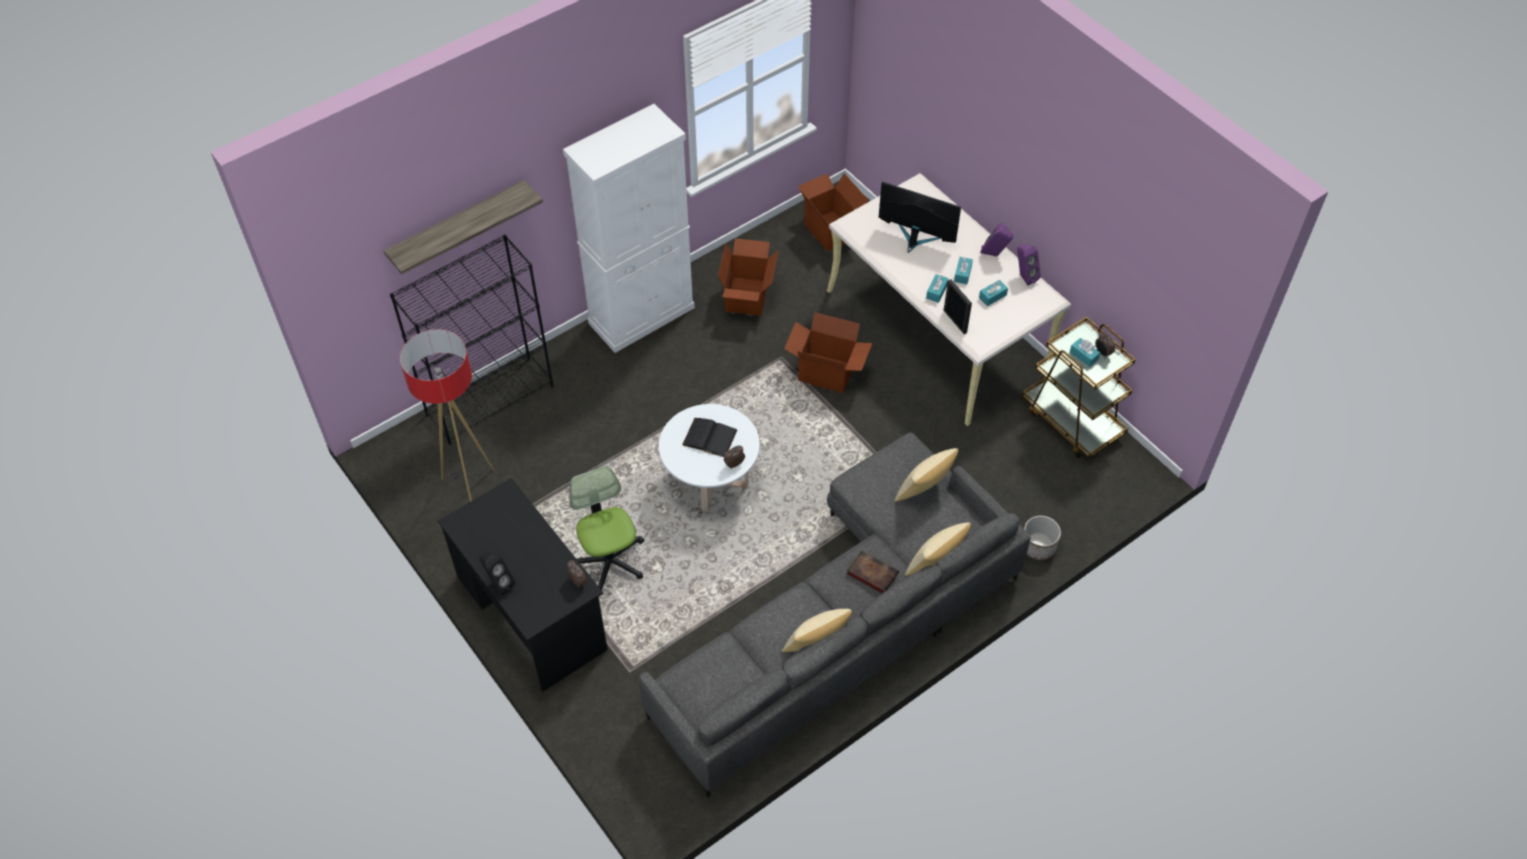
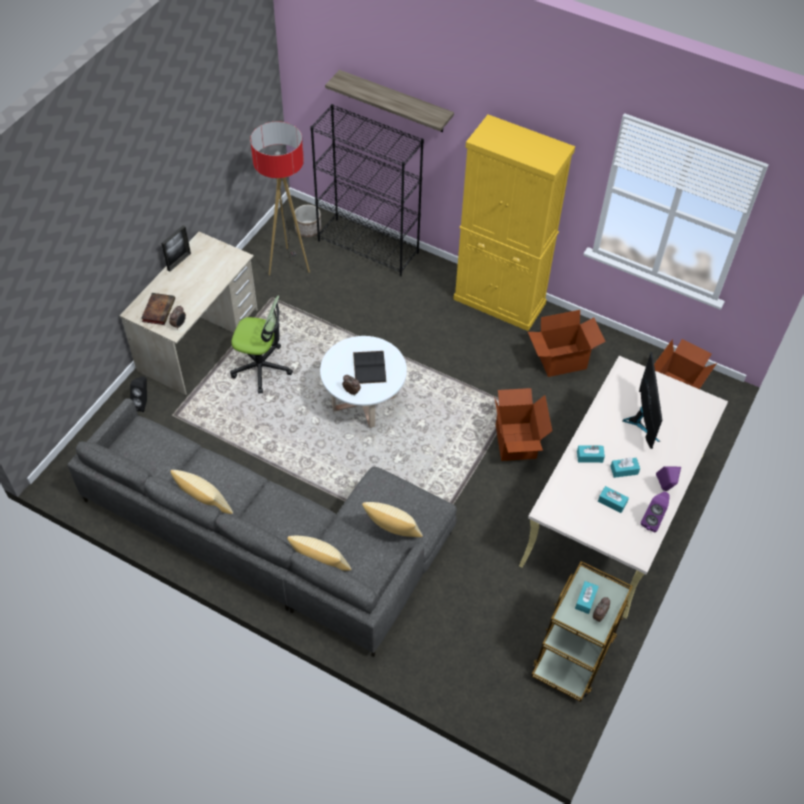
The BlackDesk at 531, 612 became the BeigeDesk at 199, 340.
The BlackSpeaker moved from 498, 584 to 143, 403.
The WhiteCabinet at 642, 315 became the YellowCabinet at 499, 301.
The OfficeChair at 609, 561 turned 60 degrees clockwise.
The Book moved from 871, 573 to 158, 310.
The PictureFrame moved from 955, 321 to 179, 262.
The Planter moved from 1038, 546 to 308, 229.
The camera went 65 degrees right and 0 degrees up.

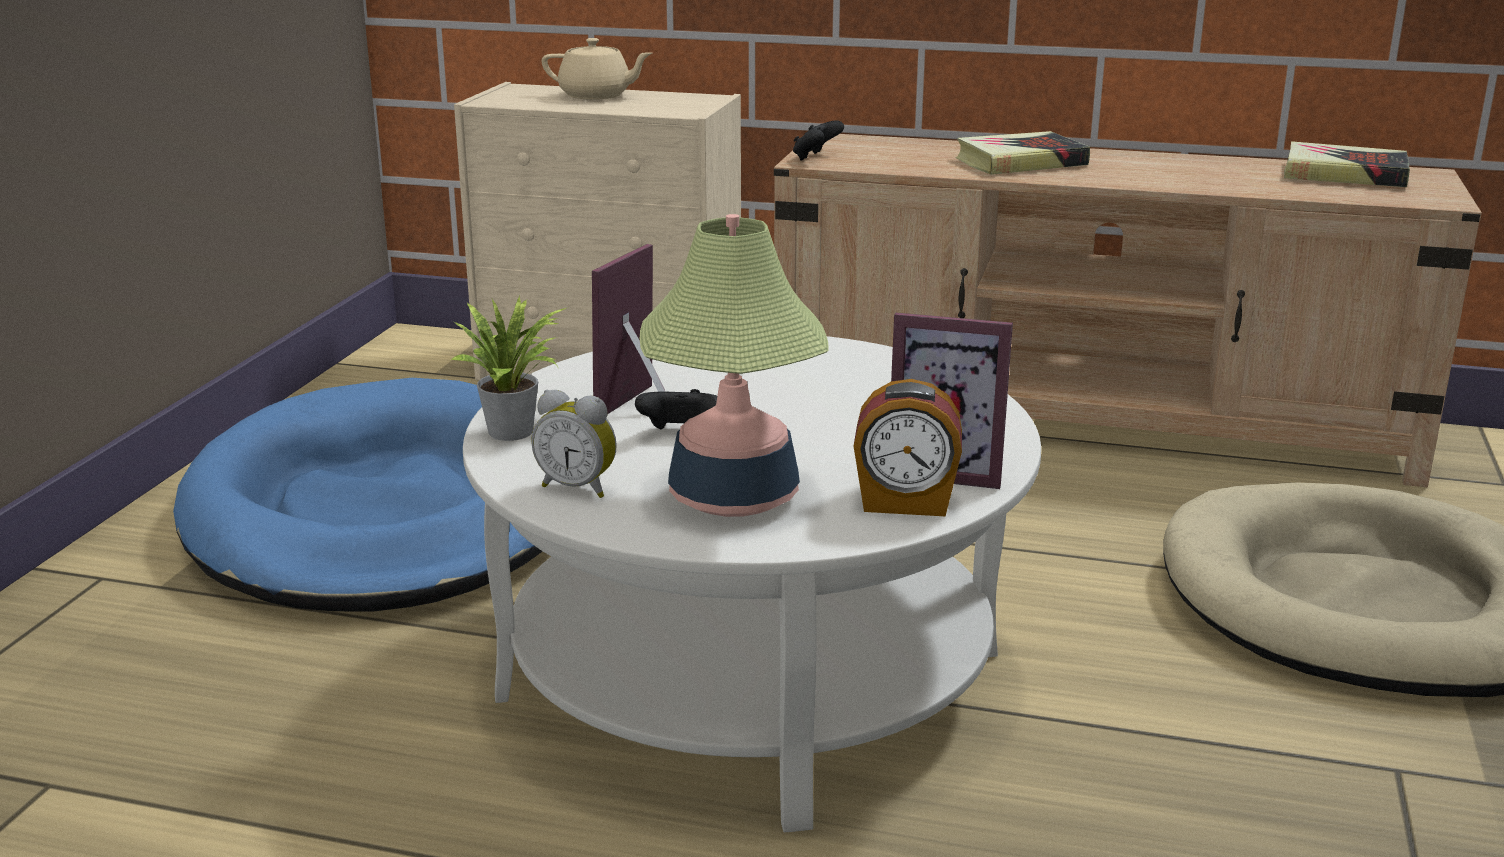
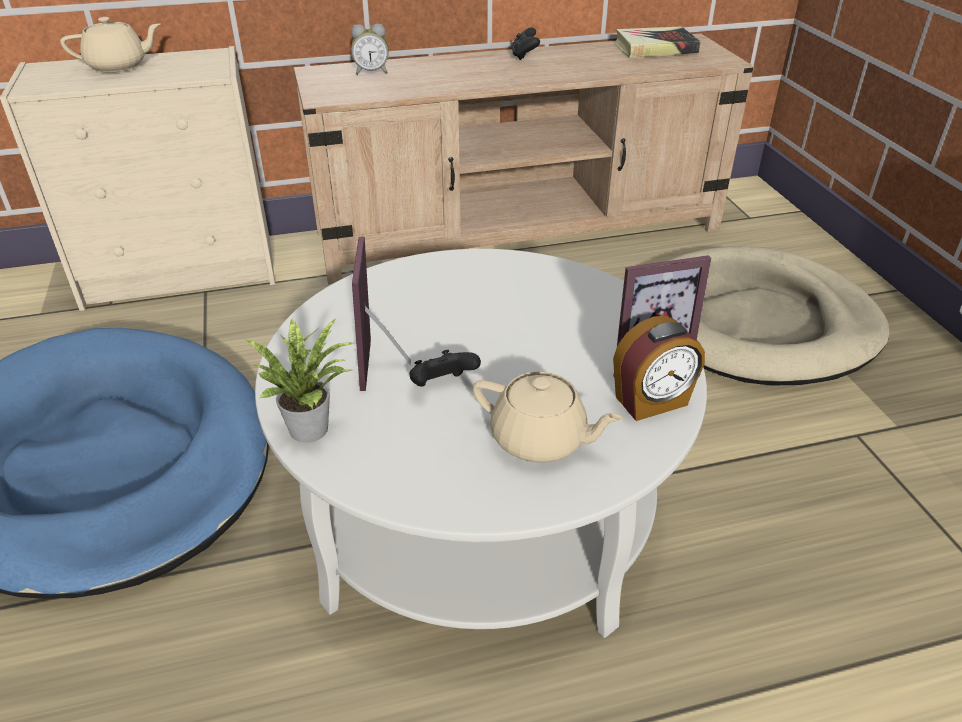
The AlarmClock moved from 578, 487 to 371, 72.
The TableLamp at 734, 497 was replaced by the BeigeTeapot at 540, 440.
The BlackGameController moved from 816, 158 to 524, 56.
The Book at 1020, 162 disappeared.
The camera went 30 degrees left and 15 degrees up.

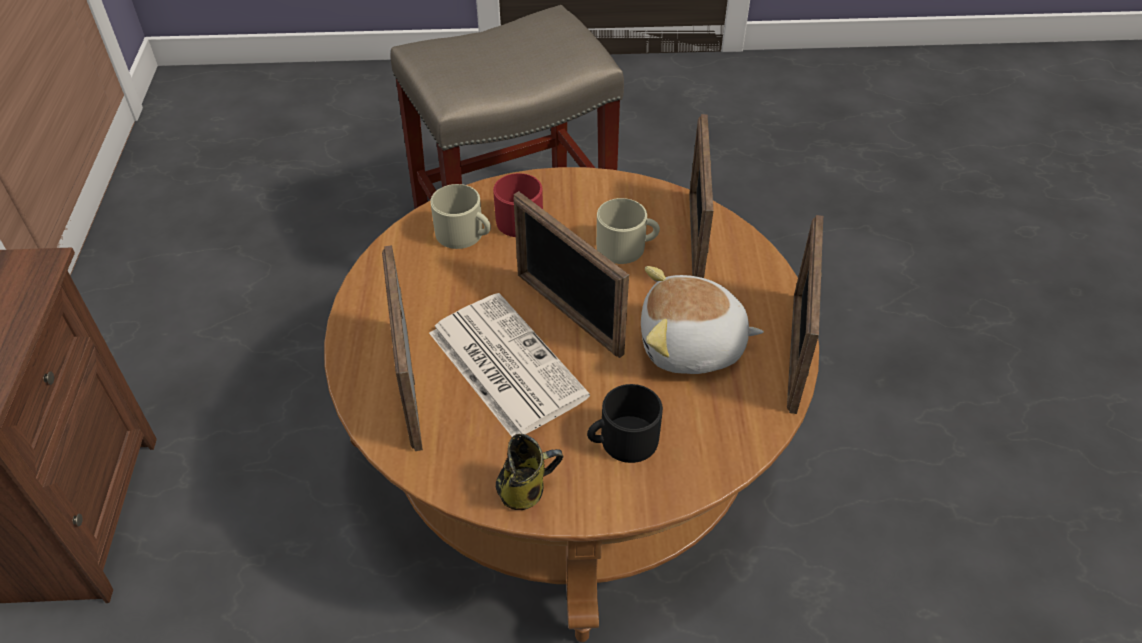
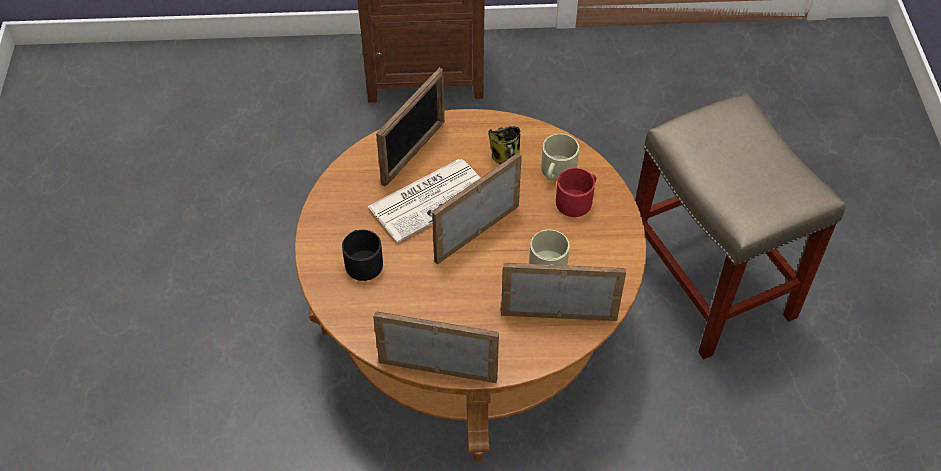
The PictureFrame at 409, 385 turned 135 degrees clockwise.
The Mug moved from 525, 490 to 506, 158.
The PlushToy at 692, 347 disappeared.
The camera went 90 degrees right and 5 degrees up.

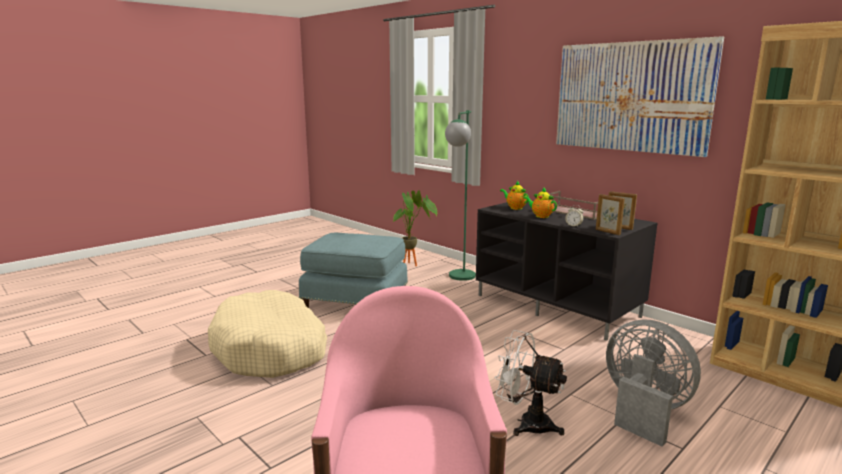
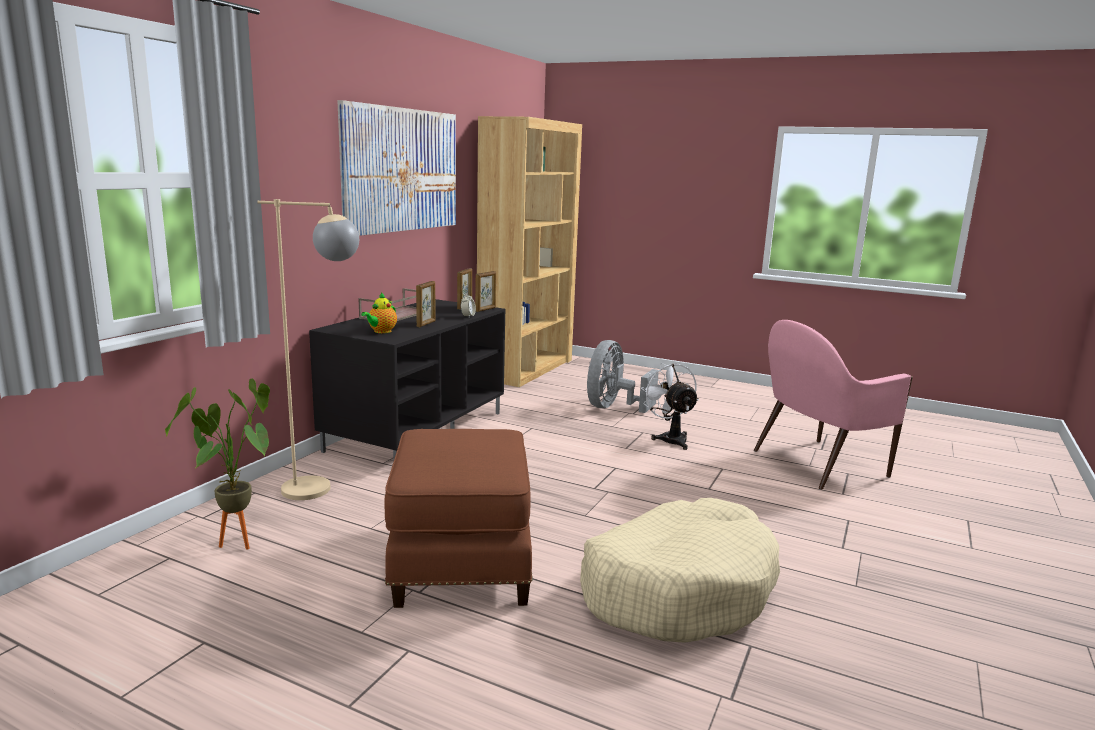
The BlueOttoman at 356, 301 became the BrownOttoman at 460, 560.
The GreenFloorLamp at 459, 279 became the BeigeFloorLamp at 323, 490.
The WhiteFan at 526, 423 turned 150 degrees clockwise.
The Teapot at 540, 216 was replaced by the PictureFrame at 426, 324.
The camera went 110 degrees left and 0 degrees up.

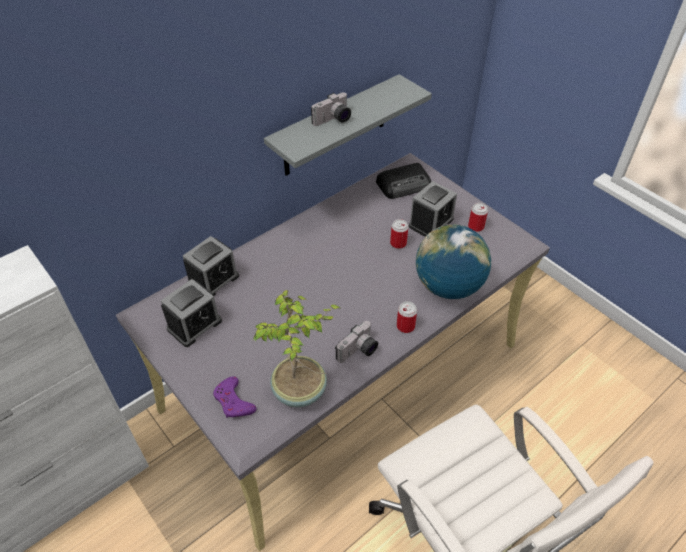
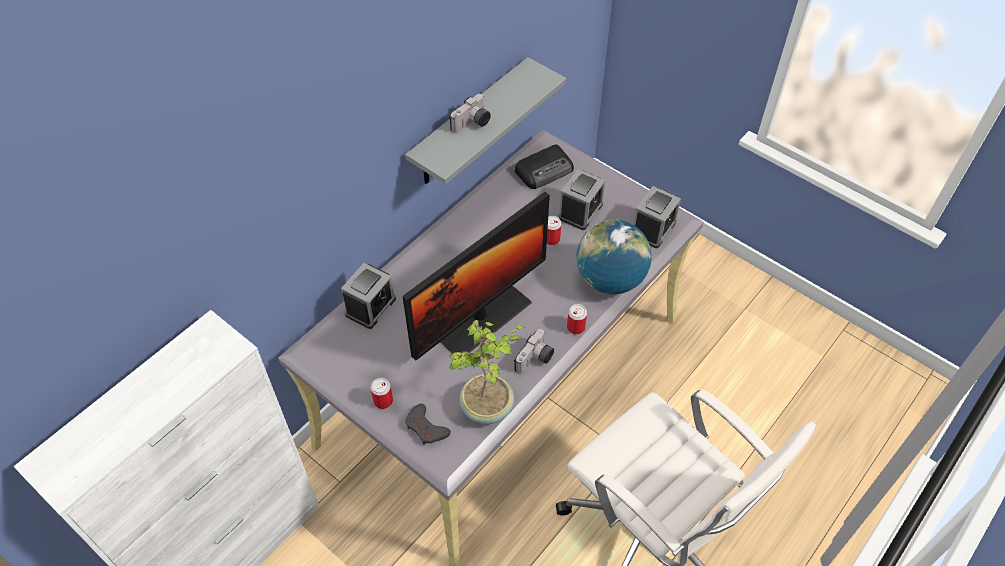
The AlarmClock moved from 194, 325 to 653, 228.
The PurpleGameController at 234, 401 became the GreyGameController at 426, 428.
The Can moved from 476, 227 to 383, 401.
The Monitor at 481, 317 appeared.
The camera went 10 degrees left and 5 degrees up.

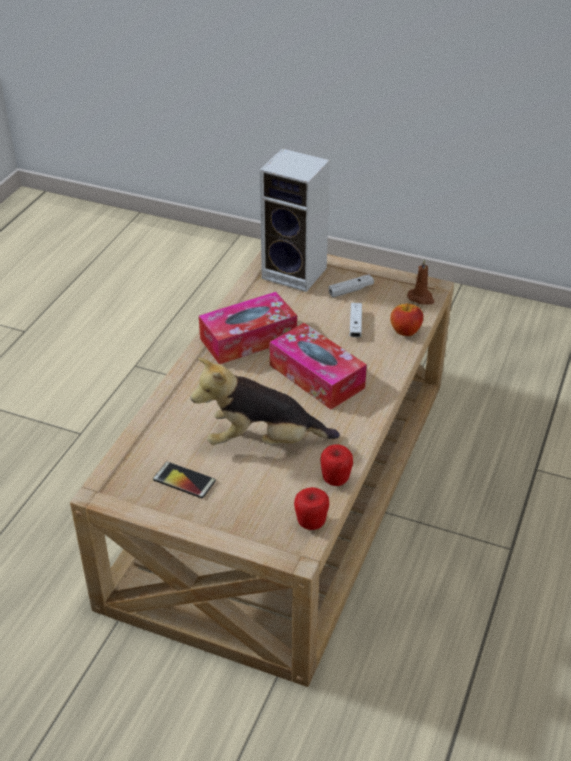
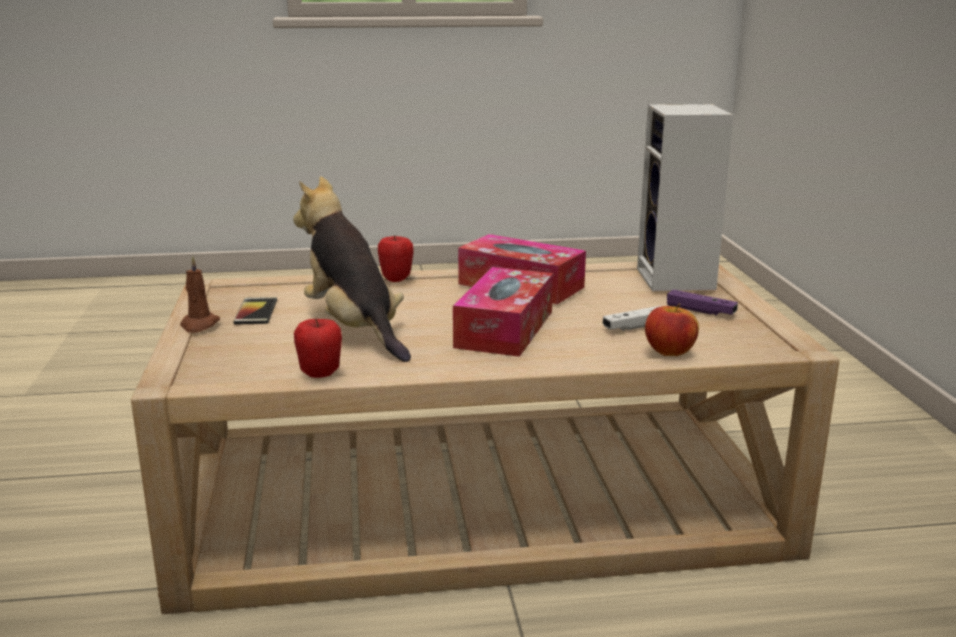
The Apple moved from 311, 523 to 396, 279.
The WhiteGameController at 351, 290 became the PurpleGameController at 700, 311.
The BrownCandle moved from 421, 298 to 199, 325.
The camera went 60 degrees right and 20 degrees down.

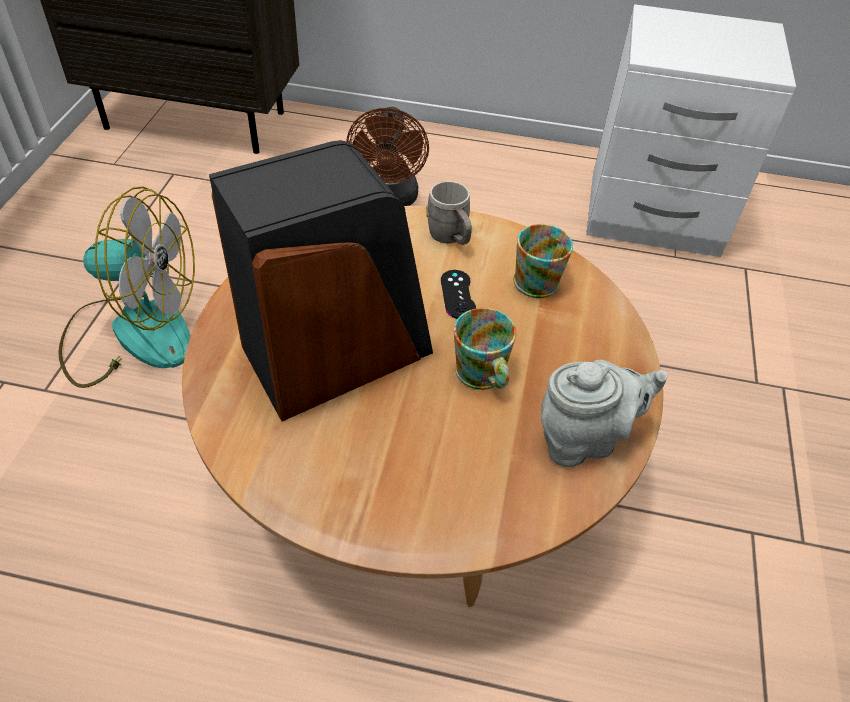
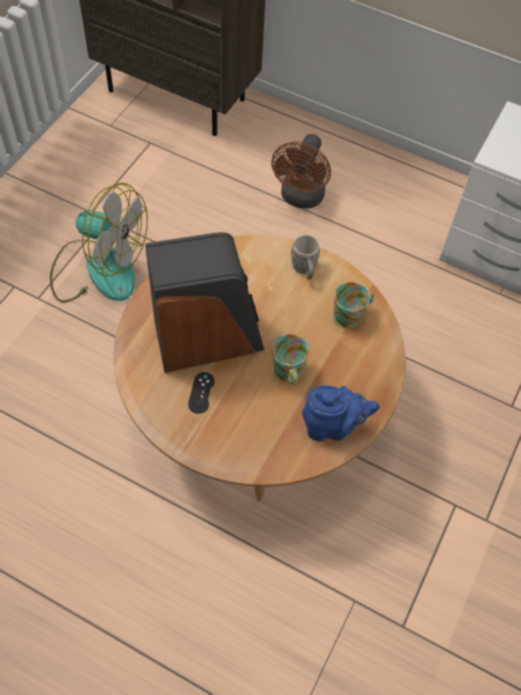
The BlackGameController moved from 458, 294 to 201, 392.
The GreyTeapot at 584, 439 became the BlueTeapot at 332, 426.
The camera went 15 degrees right and 10 degrees up.

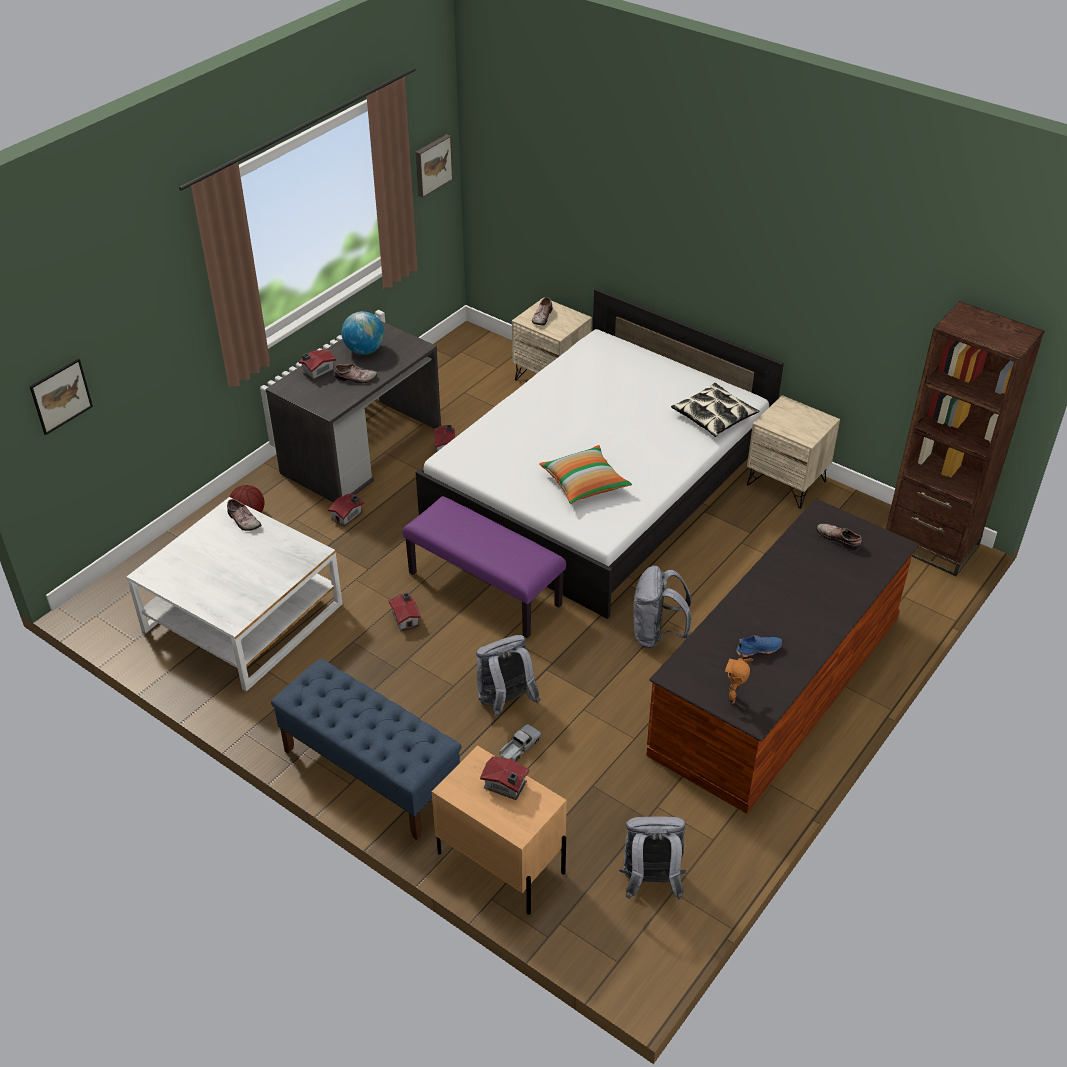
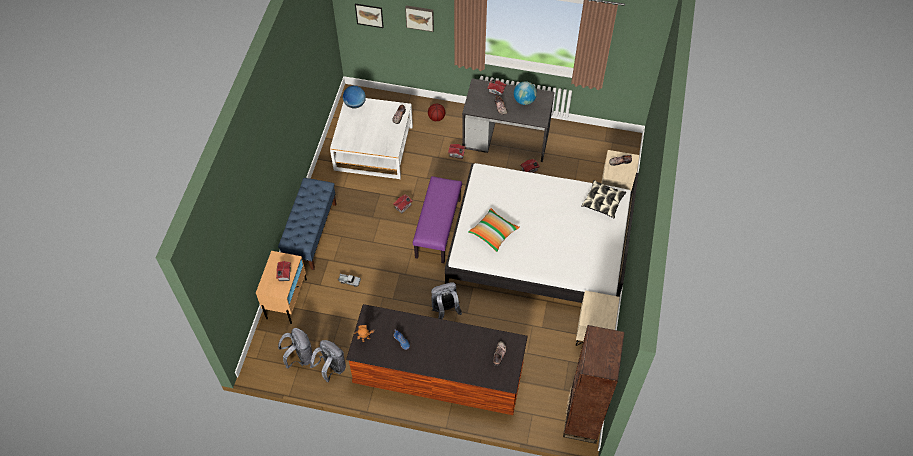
The Picture moved from 432, 165 to 420, 17.
The GreyBackpack moved from 505, 702 to 331, 368.
The Pillow moved from 714, 417 to 603, 202.
The Globe at 355, 104 appeared.
The camera went 65 degrees right and 15 degrees up.

